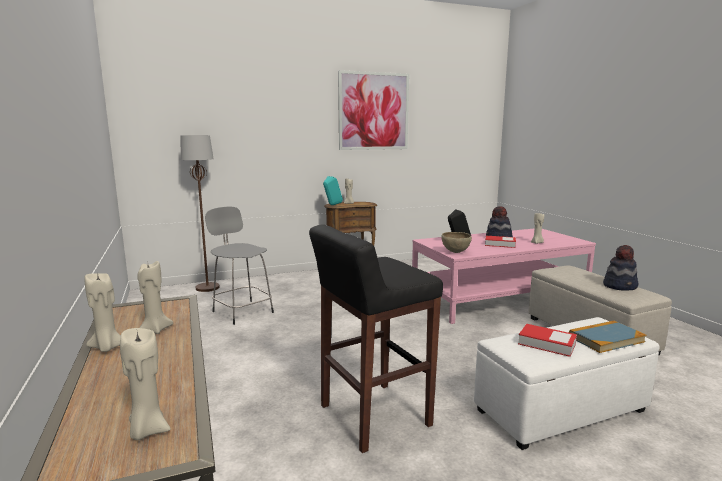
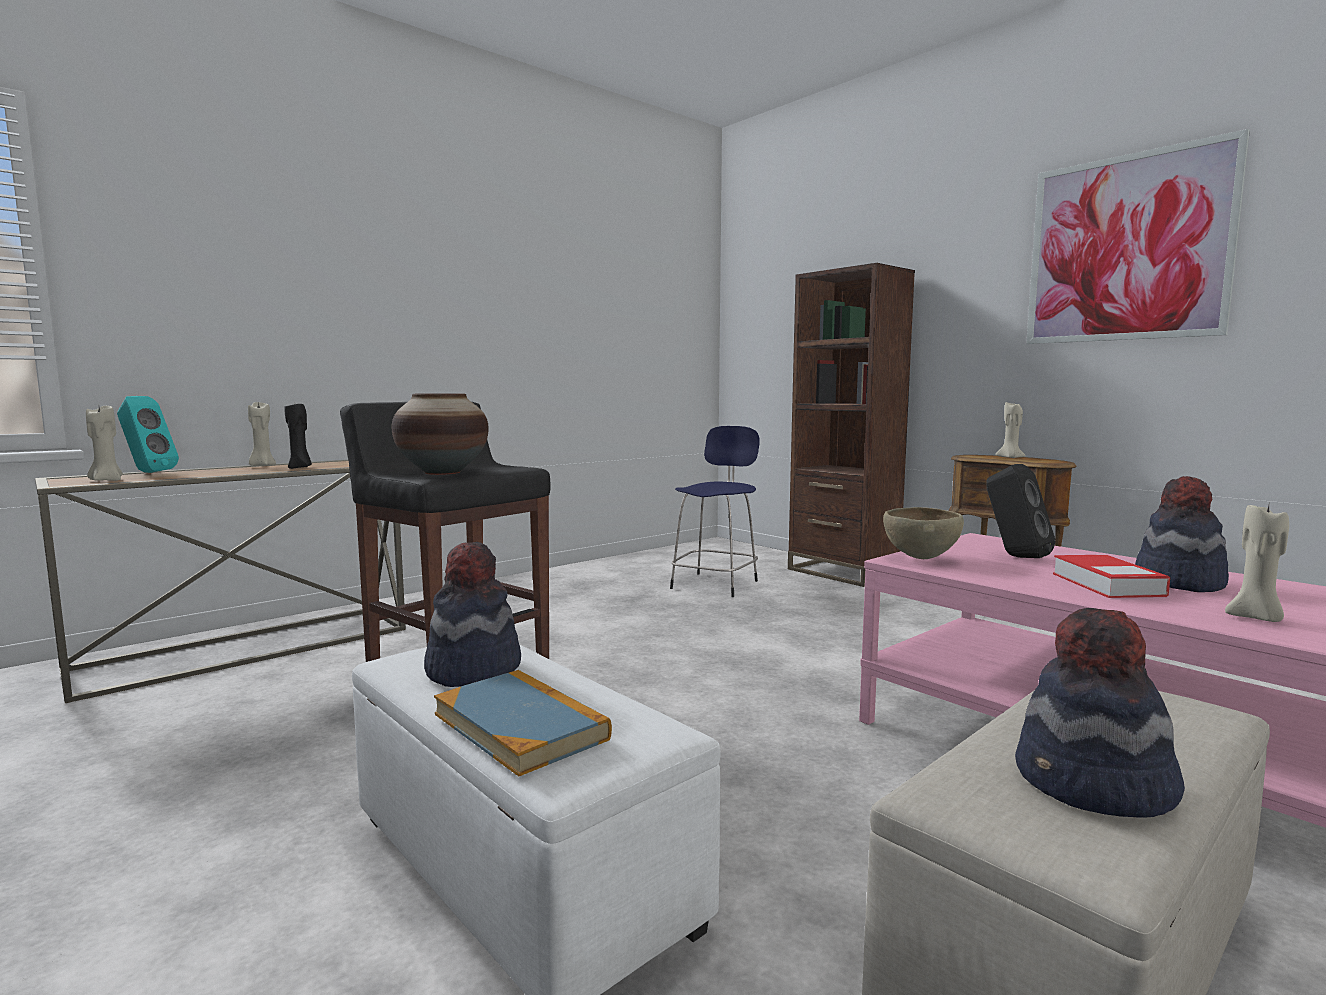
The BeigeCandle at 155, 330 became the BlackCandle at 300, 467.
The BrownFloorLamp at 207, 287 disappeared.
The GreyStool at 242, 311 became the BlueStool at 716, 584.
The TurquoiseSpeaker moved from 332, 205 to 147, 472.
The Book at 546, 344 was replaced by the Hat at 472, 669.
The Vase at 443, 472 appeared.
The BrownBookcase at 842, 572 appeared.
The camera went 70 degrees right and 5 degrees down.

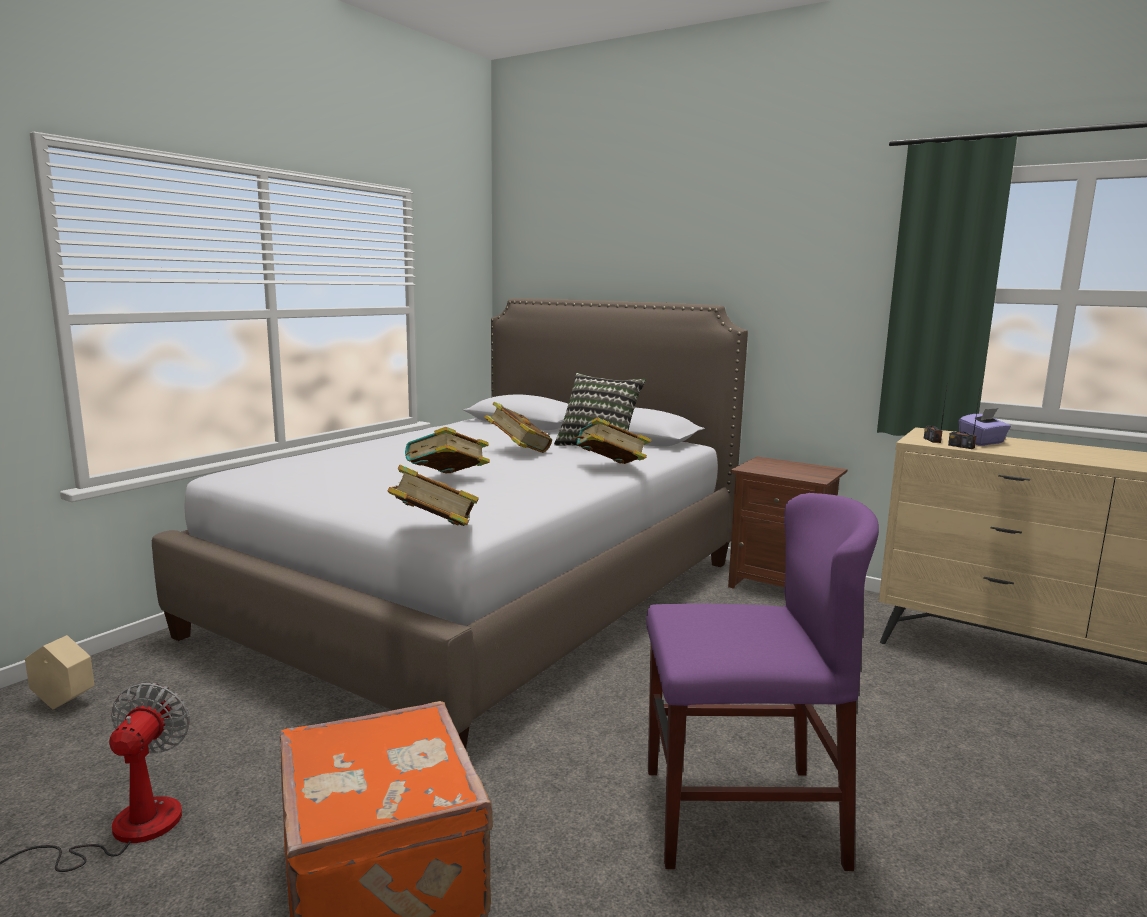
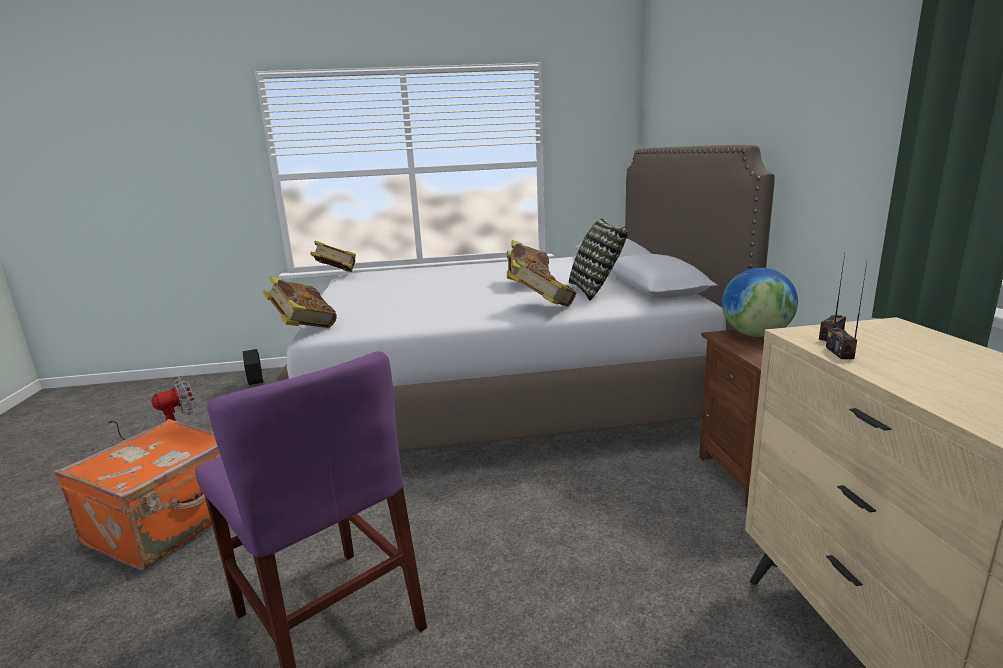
The BeigePlanter at 64, 703 became the BlackPlanter at 256, 383.
The Book moved from 447, 480 to 336, 275.
The PurpleTissueBox at 982, 442 disappeared.
The Globe at 755, 335 appeared.
The camera went 50 degrees right and 5 degrees up.

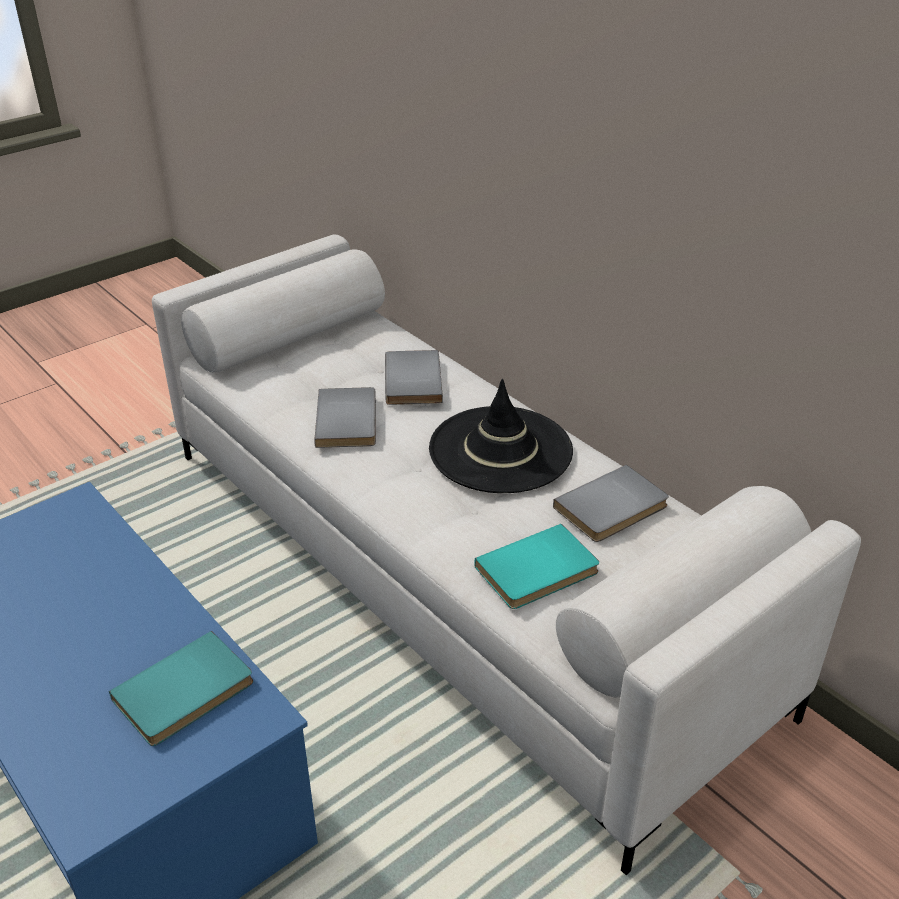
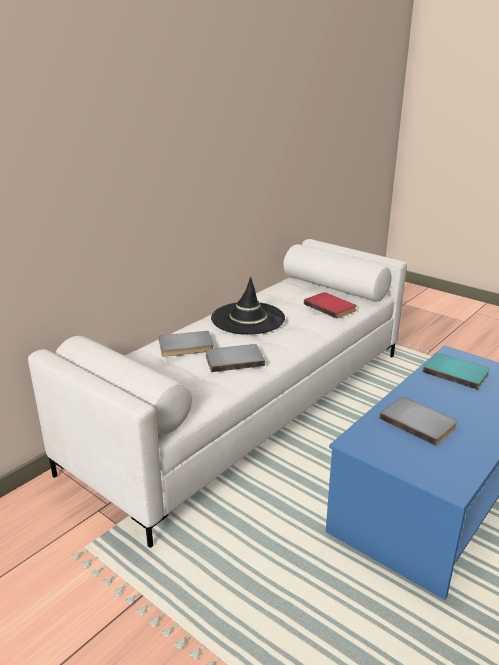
The TurquoiseBook at 539, 572 became the RedBook at 331, 306.
The GreyBook moved from 613, 508 to 419, 422.
The camera went 100 degrees left and 10 degrees down.

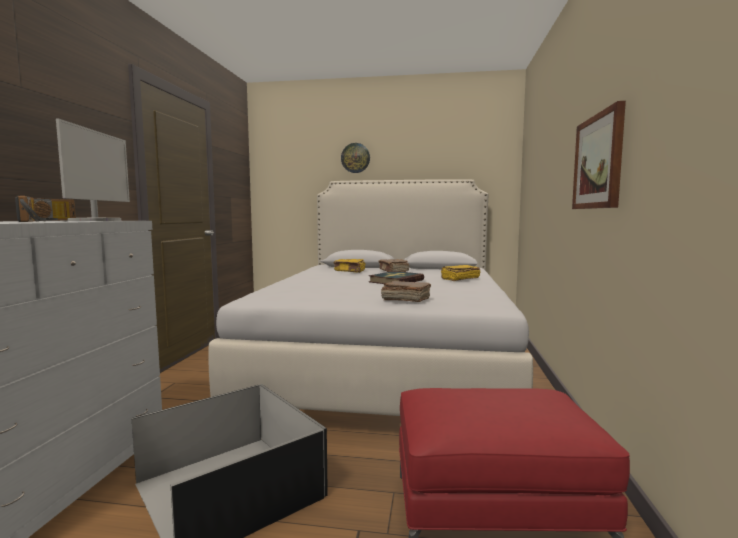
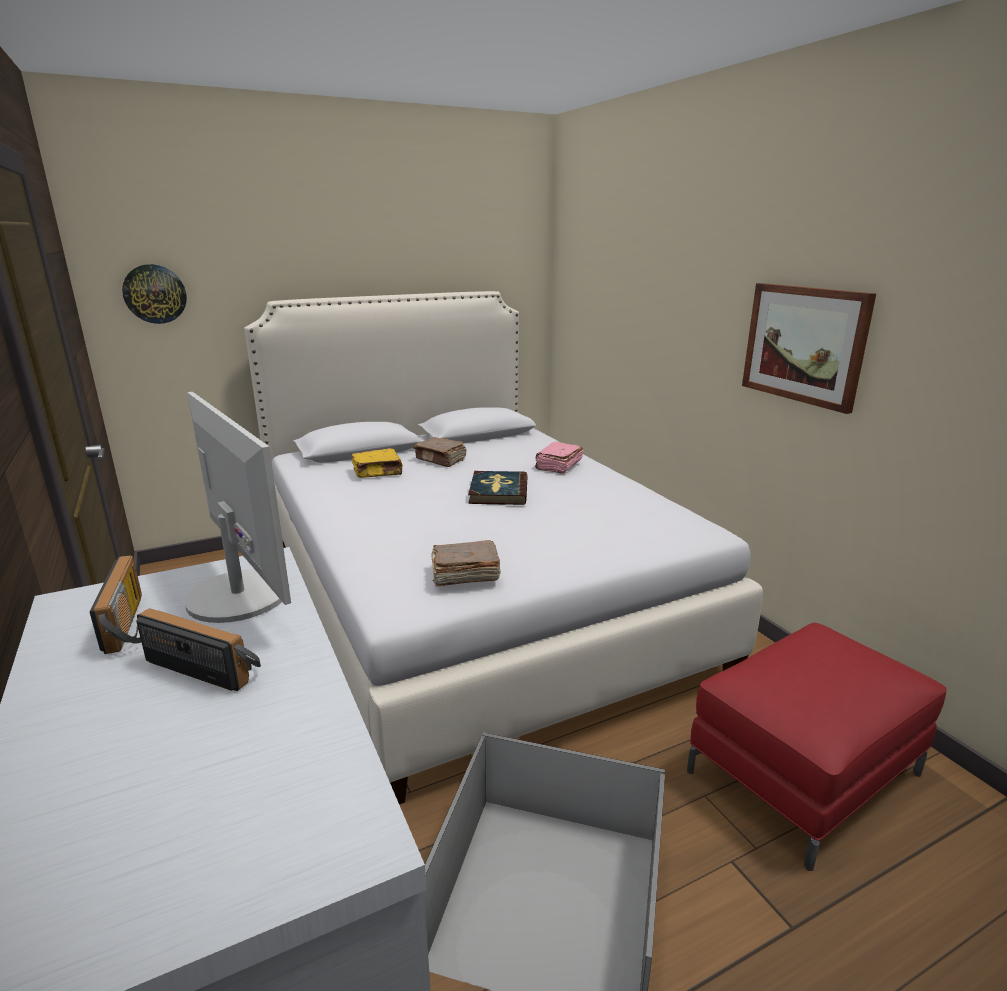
The WallClock moved from 355, 158 to 155, 294.
The BrownBook moved from 405, 300 to 464, 575.
The YellowBook at 459, 279 became the PinkBook at 558, 466.
The camera went 35 degrees left and 15 degrees up.

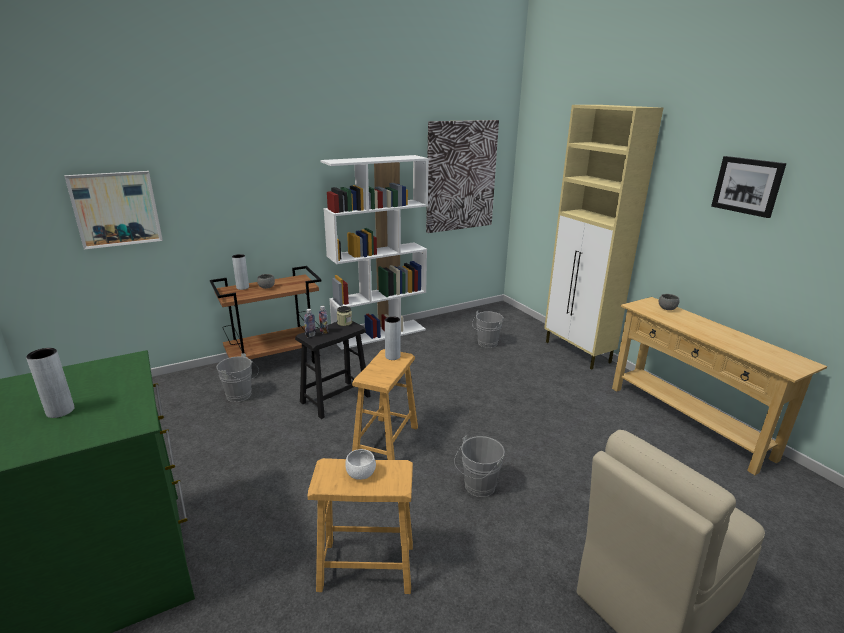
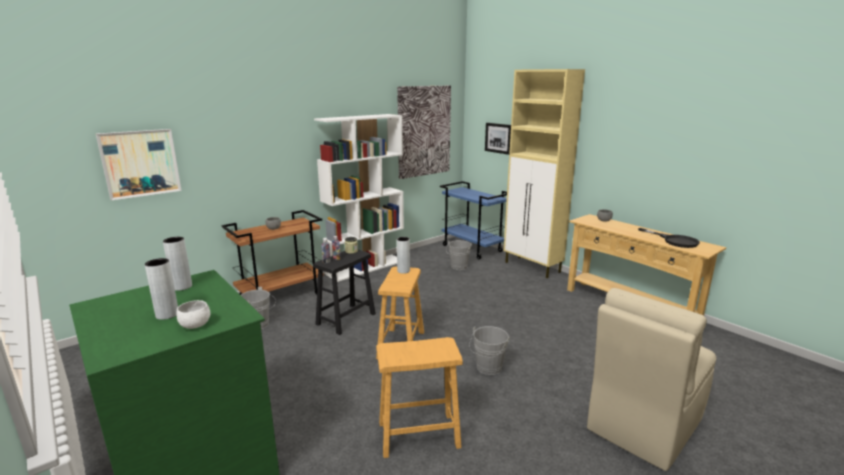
The GreyVase moved from 242, 287 to 182, 286.
The WhiteBowl moved from 361, 474 to 195, 325.
The Picture moved from 747, 186 to 498, 138.
The BlueCart at 472, 248 appeared.
The BlackFryingPan at 675, 241 appeared.
The camera went 10 degrees left and 5 degrees down.

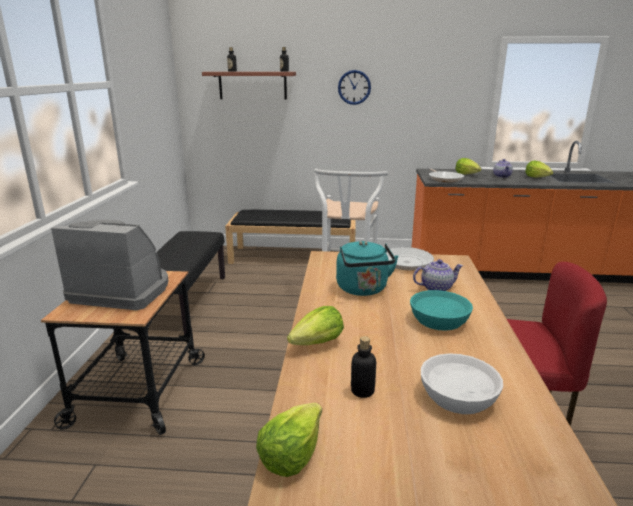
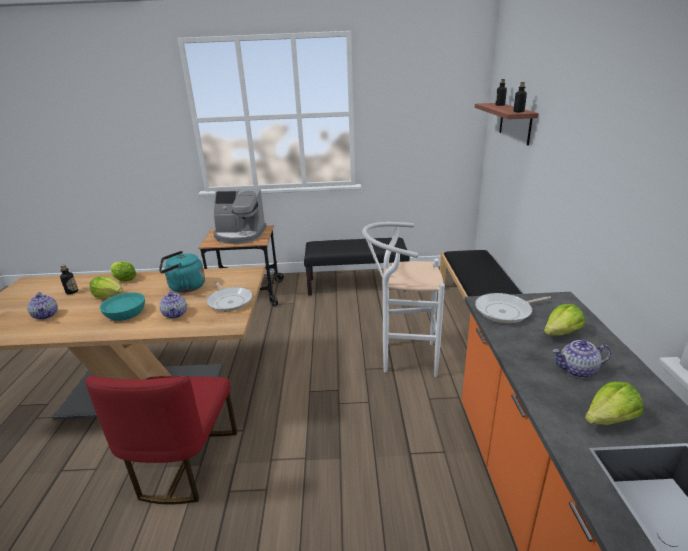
The CoffeeMachine at 122, 291 turned 90 degrees clockwise.
The Lettuce moved from 291, 454 to 109, 296.
The WallClock at 354, 87 disappeared.
The WhiteBowl at 457, 396 was replaced by the Teapot at 46, 315.
The camera went 85 degrees right and 5 degrees up.

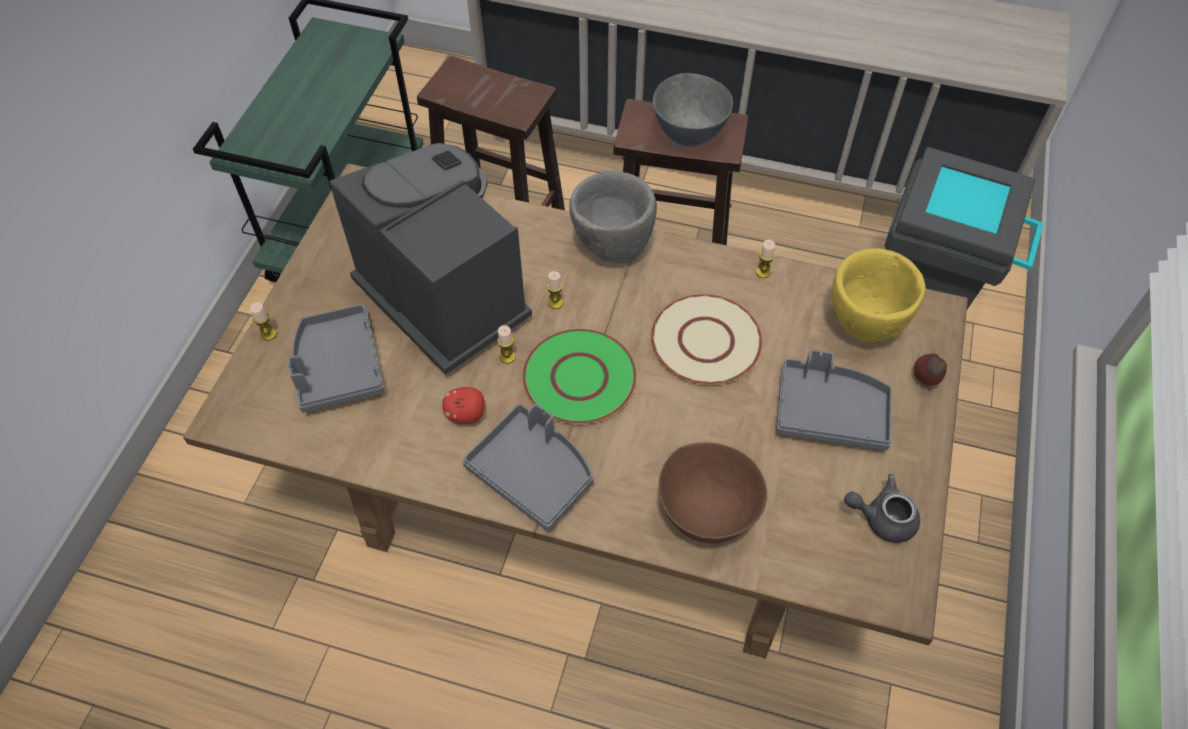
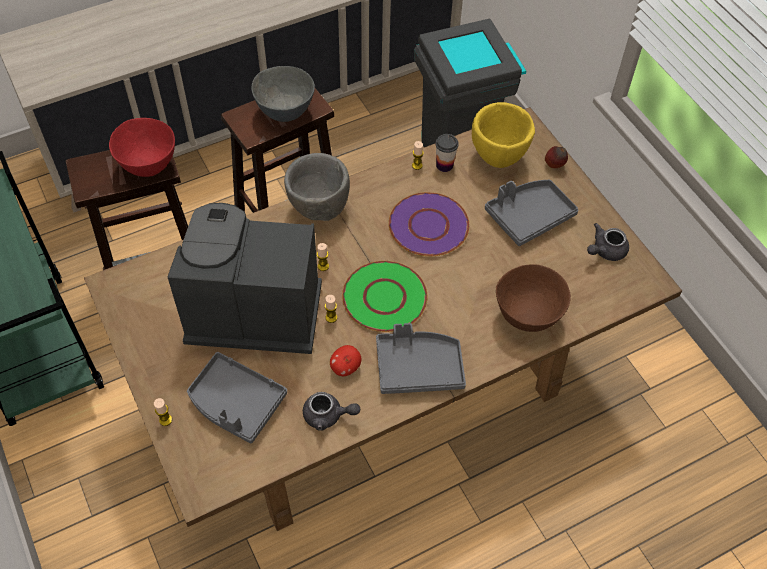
The BeigePlate at 705, 340 became the PurplePlate at 428, 225.
The RedBowl at 148, 167 appeared.
The GreyTeapot at 328, 416 appeared.
The Cup at 444, 165 appeared.
The camera went 45 degrees left and 0 degrees up.

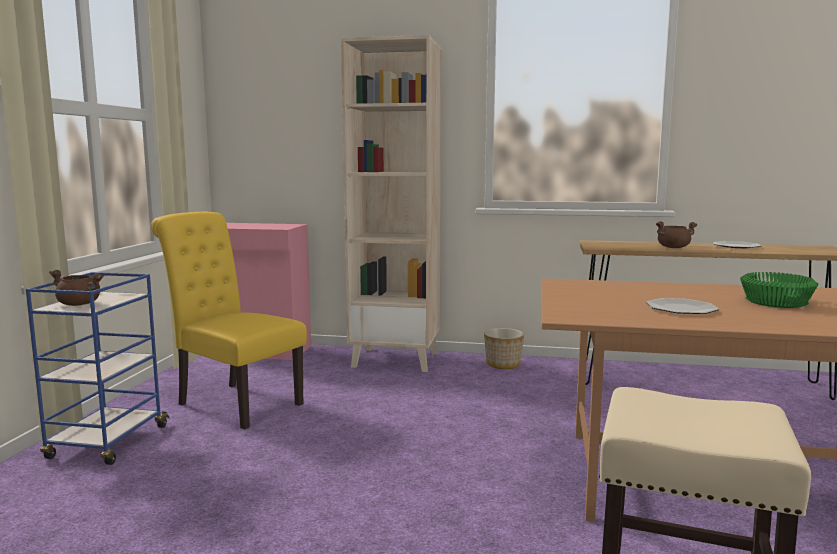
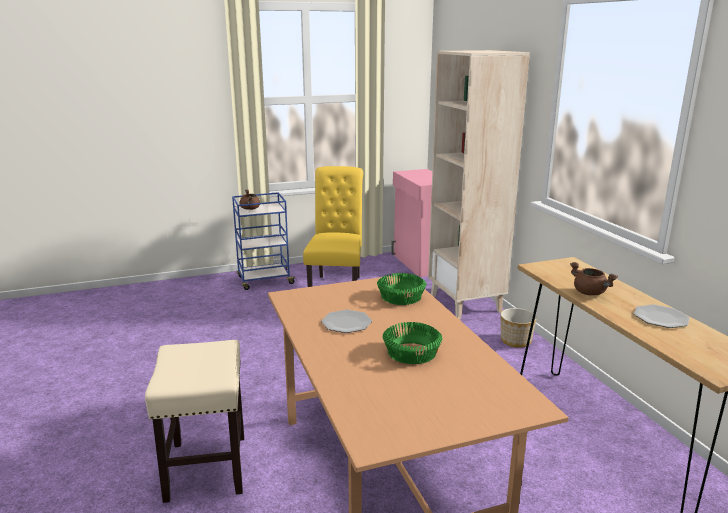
The GreenBowl at 400, 297 appeared.
The camera went 60 degrees right and 10 degrees up.

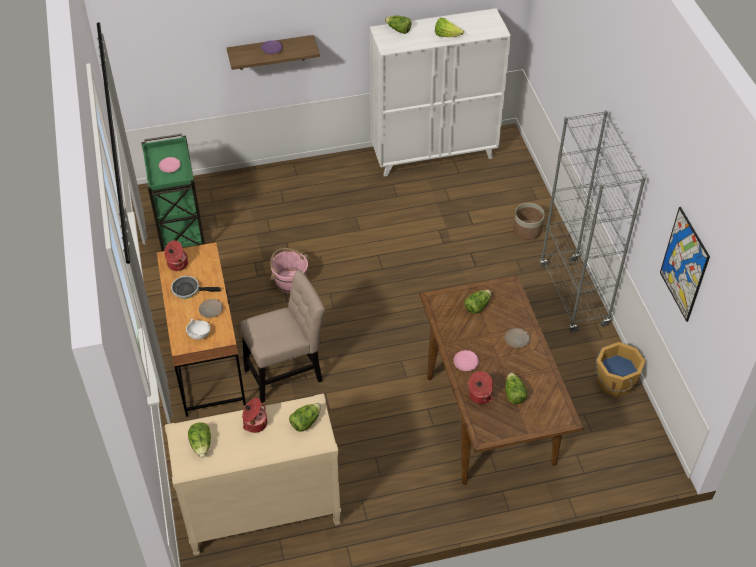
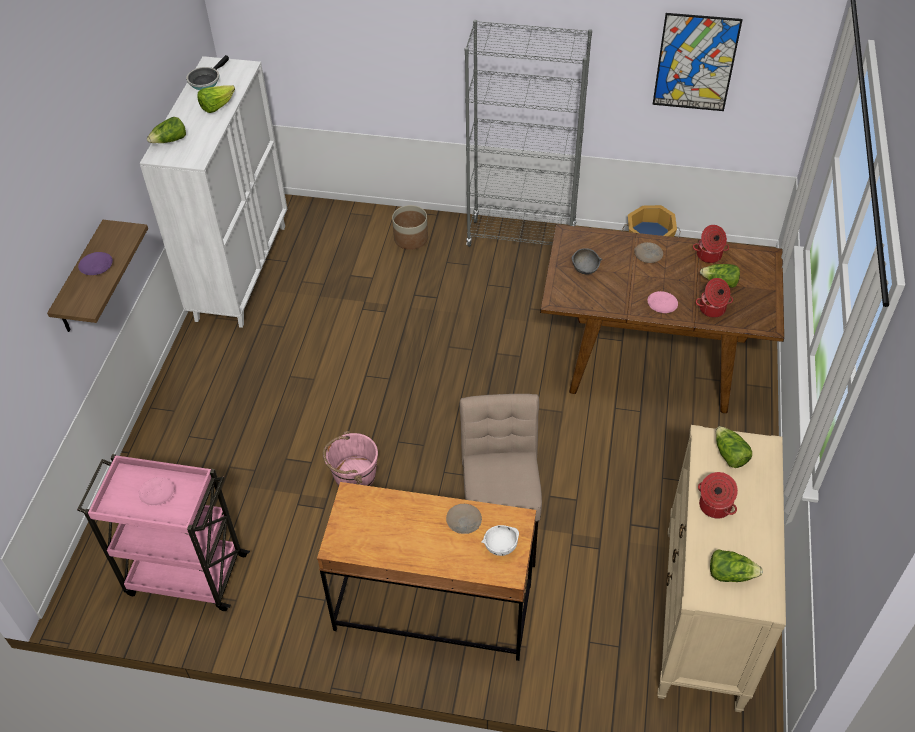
The GreenCart at 181, 232 became the PinkCart at 184, 574.
The CookingPot moved from 177, 264 to 709, 256.
The FryingPan moved from 188, 290 to 205, 80.
The Lettuce at 477, 306 was replaced by the GreyBowl at 585, 269.
The camera went 65 degrees left and 0 degrees up.

